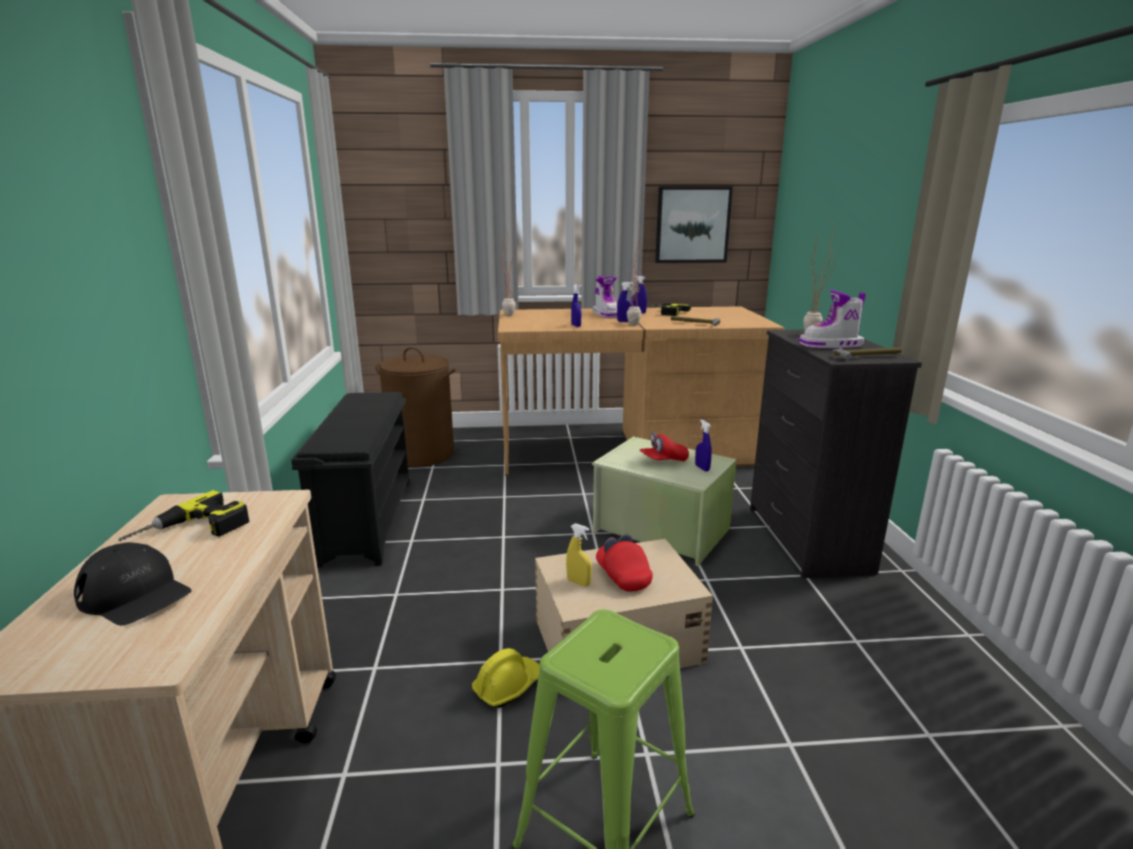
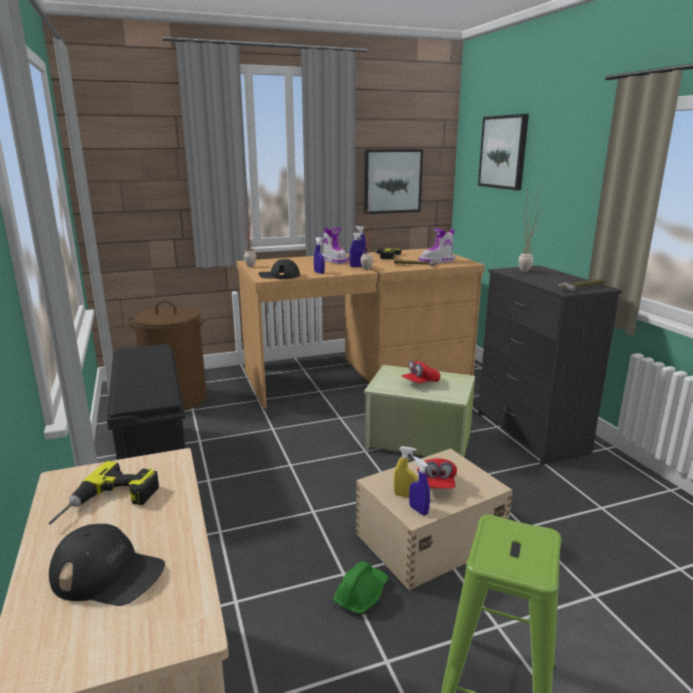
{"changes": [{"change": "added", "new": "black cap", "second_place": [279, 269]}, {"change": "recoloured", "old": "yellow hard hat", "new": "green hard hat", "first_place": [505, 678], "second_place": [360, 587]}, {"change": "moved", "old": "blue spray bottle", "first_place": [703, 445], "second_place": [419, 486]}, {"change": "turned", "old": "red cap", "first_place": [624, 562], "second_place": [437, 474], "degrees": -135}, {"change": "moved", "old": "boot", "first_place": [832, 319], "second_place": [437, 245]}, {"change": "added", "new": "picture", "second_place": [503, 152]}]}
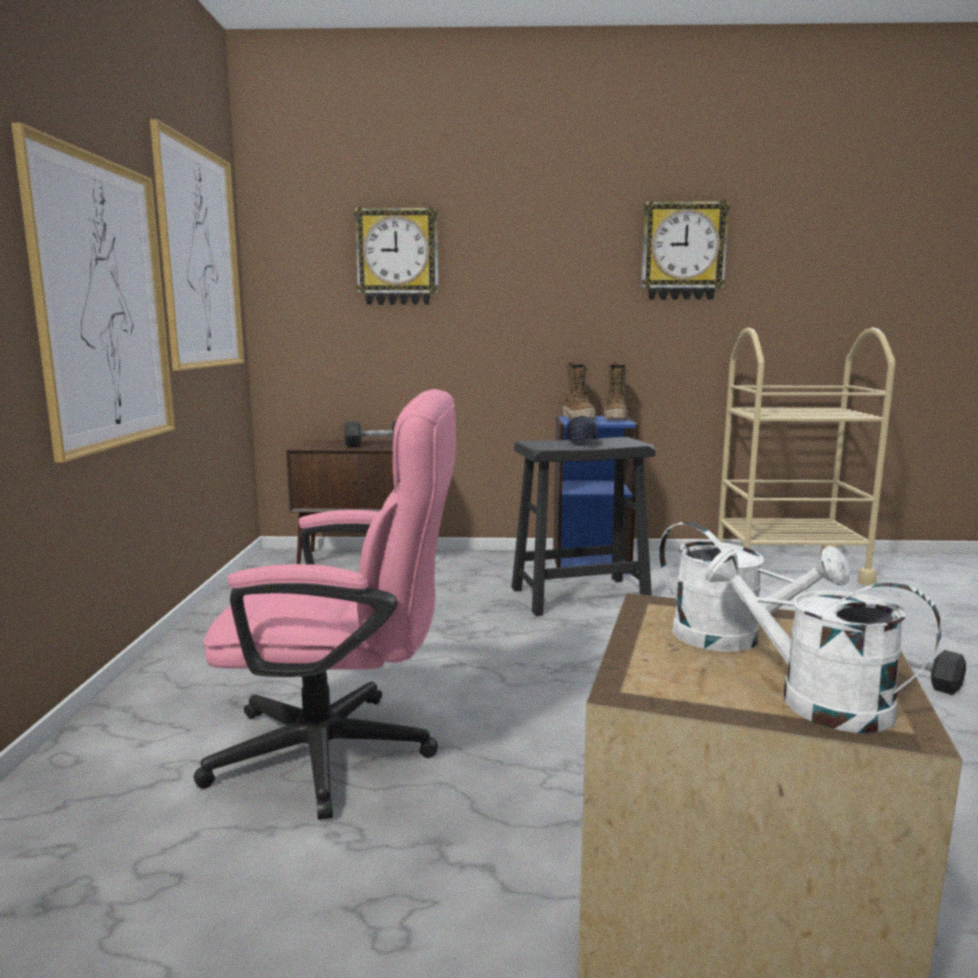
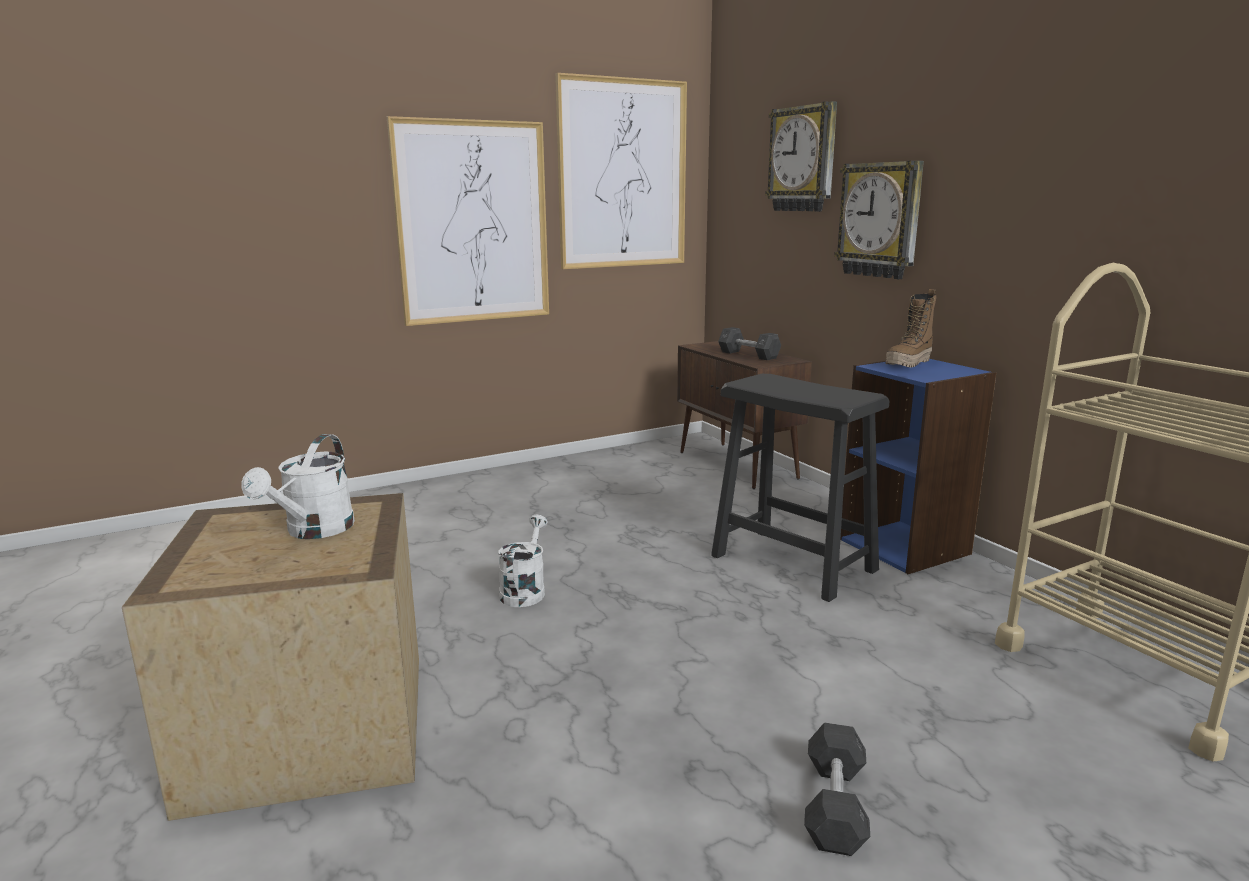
{"changes": [{"change": "moved", "old": "white watering can", "first_place": [823, 641], "second_place": [523, 561]}, {"change": "moved", "old": "wall clock", "first_place": [685, 250], "second_place": [879, 220]}, {"change": "removed", "old": "pink office chair", "first_place": [325, 604]}, {"change": "removed", "old": "black cap", "first_place": [585, 431]}, {"change": "removed", "old": "boot", "first_place": [616, 391]}]}
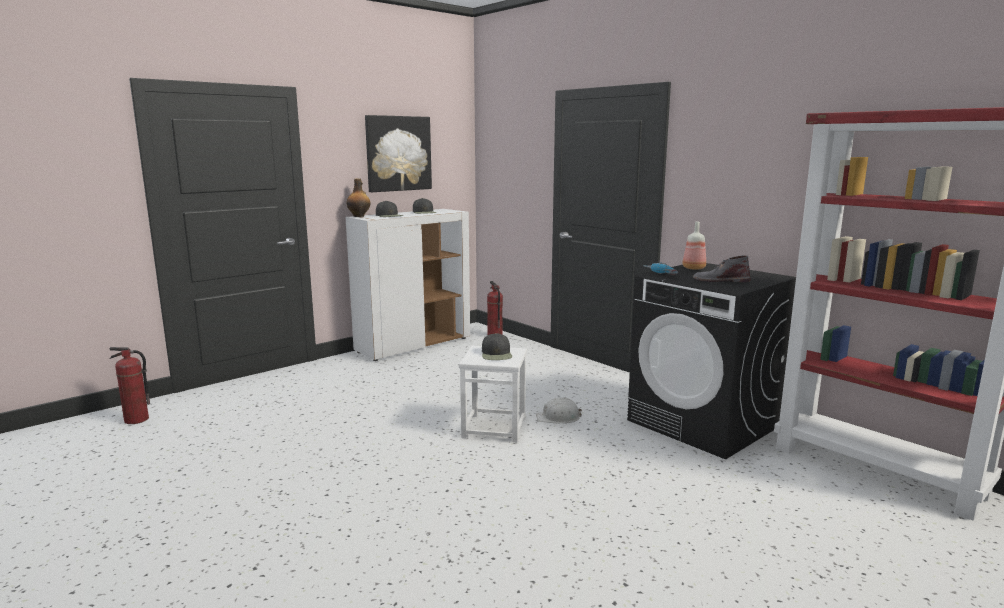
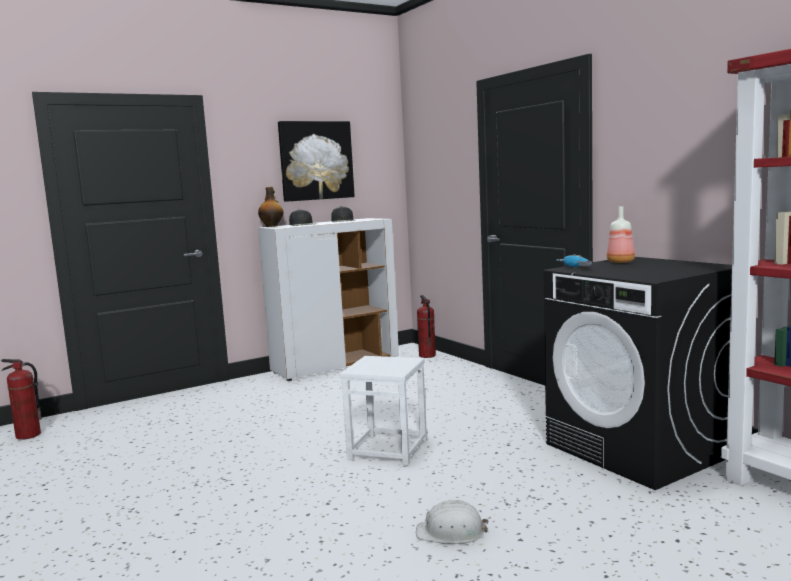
{"changes": [{"change": "moved", "old": "white hard hat", "first_place": [559, 410], "second_place": [452, 522]}, {"change": "removed", "old": "black cap", "first_place": [497, 346]}, {"change": "removed", "old": "grey boot", "first_place": [722, 268]}]}
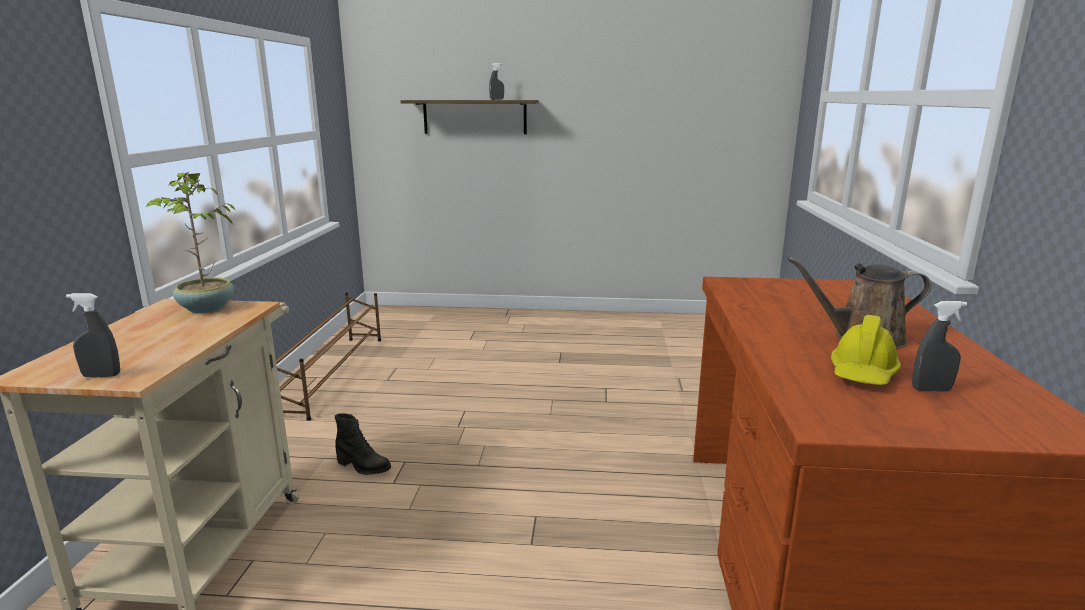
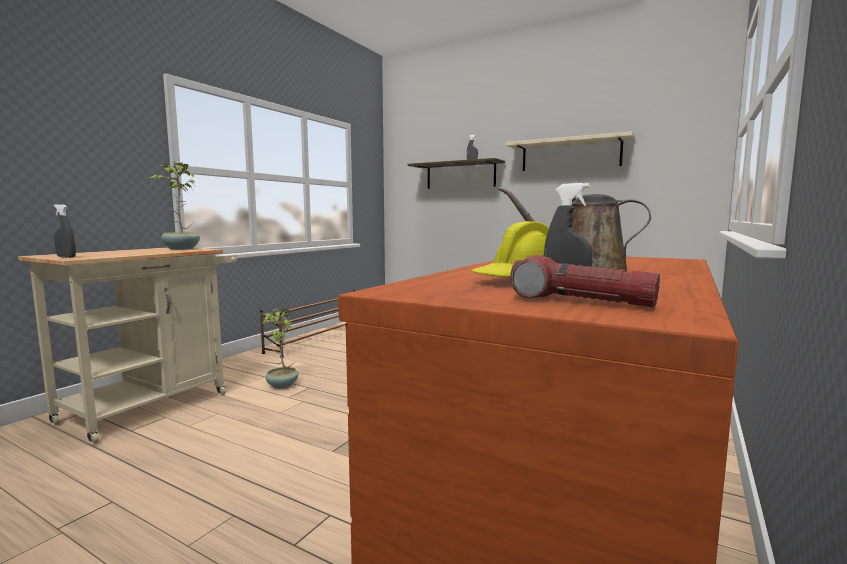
{"changes": [{"change": "replaced", "old": "black boot", "new": "potted plant", "first_place": [363, 444], "second_place": [280, 348]}, {"change": "added", "new": "beige shelf", "second_place": [570, 151]}, {"change": "added", "new": "flashlight", "second_place": [585, 281]}]}
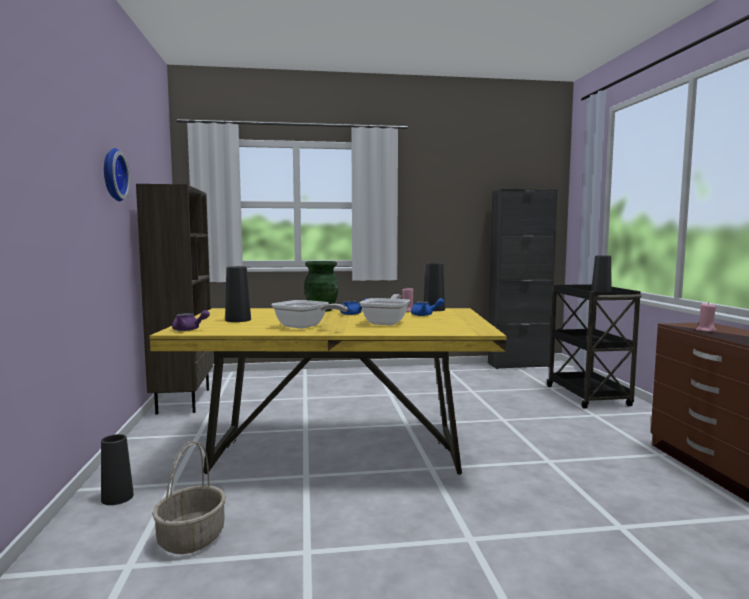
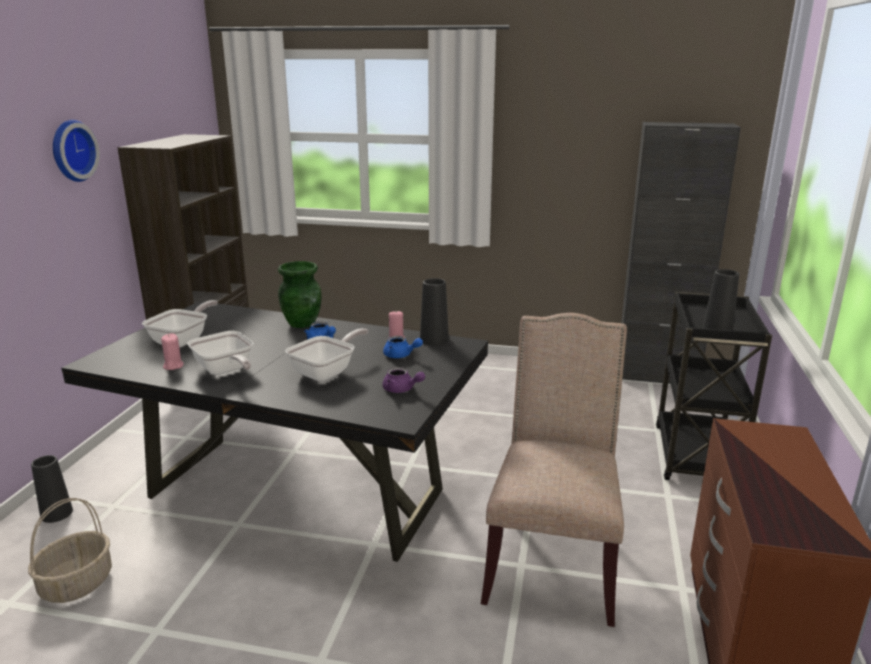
{"changes": [{"change": "recoloured", "old": "yellow dining table", "new": "black dining table", "first_place": [327, 391], "second_place": [274, 431]}, {"change": "replaced", "old": "black vase", "new": "frying pan", "first_place": [238, 294], "second_place": [180, 324]}, {"change": "moved", "old": "pink candle", "first_place": [706, 317], "second_place": [172, 352]}, {"change": "moved", "old": "purple teapot", "first_place": [191, 320], "second_place": [403, 380]}, {"change": "added", "new": "beige chair", "second_place": [554, 470]}]}
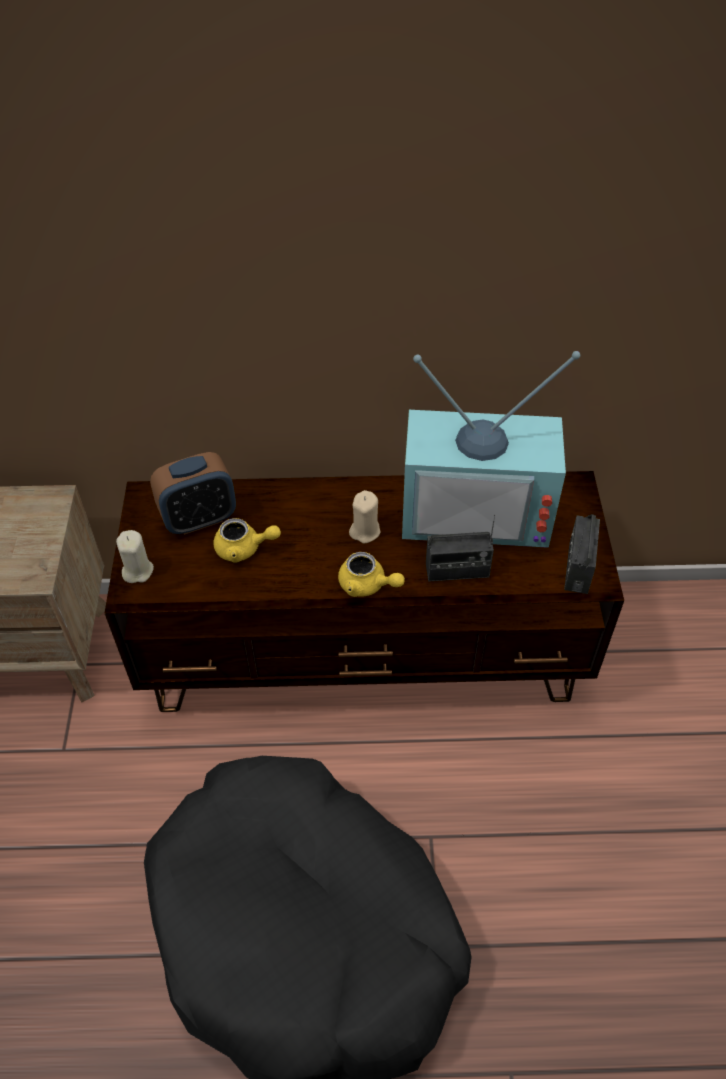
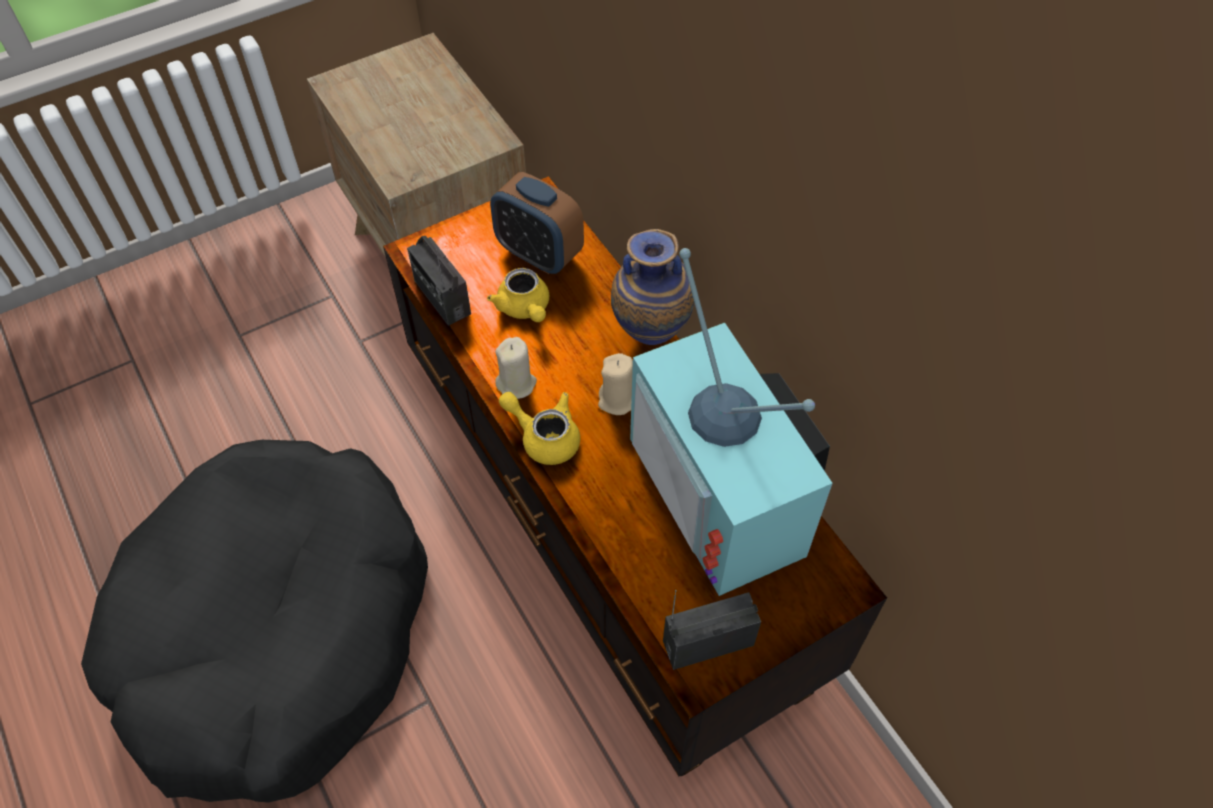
{"changes": [{"change": "moved", "old": "radio", "first_place": [460, 548], "second_place": [439, 281]}, {"change": "moved", "old": "beige candle", "first_place": [135, 556], "second_place": [516, 368]}, {"change": "turned", "old": "yellow teapot", "first_place": [371, 574], "second_place": [539, 428], "degrees": 120}, {"change": "added", "new": "vase", "second_place": [652, 287]}]}
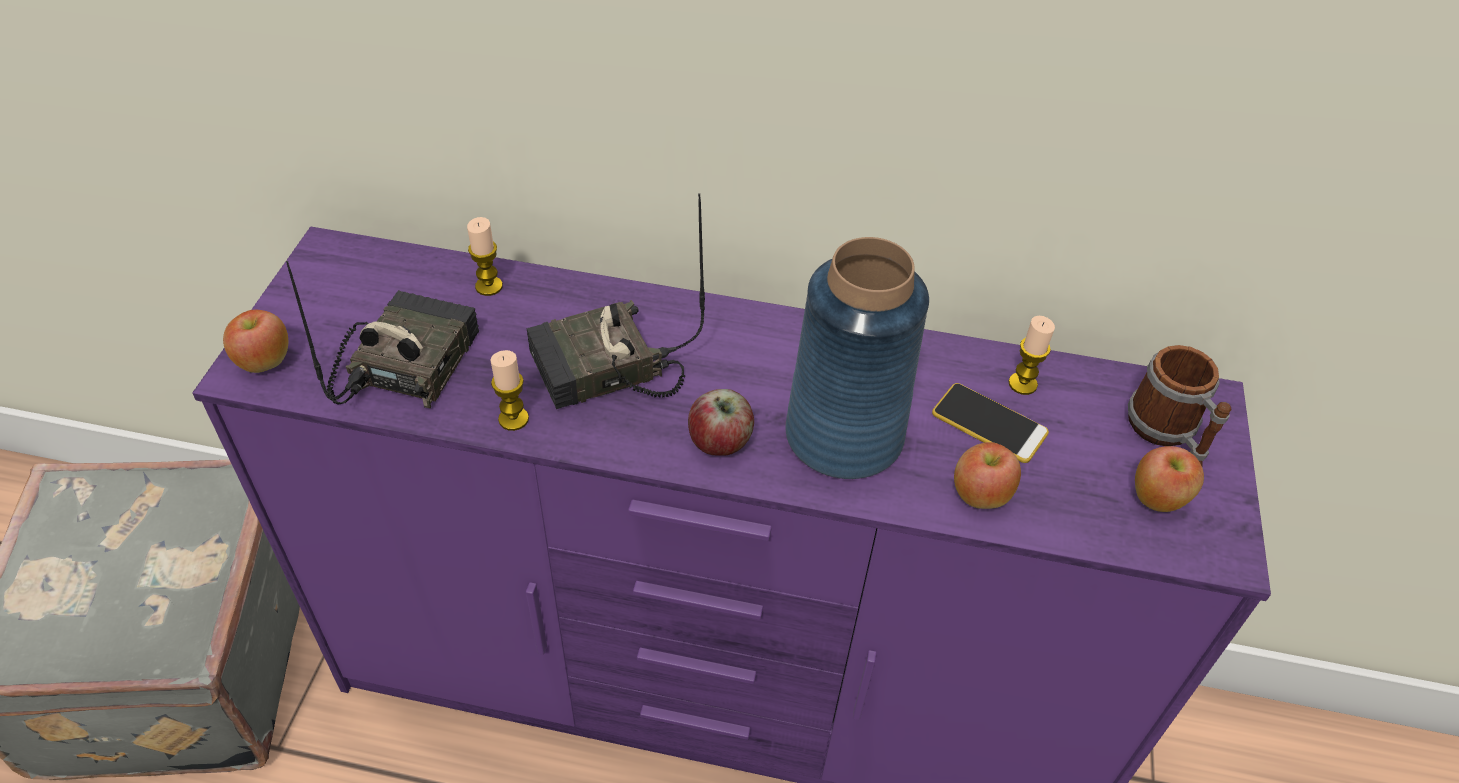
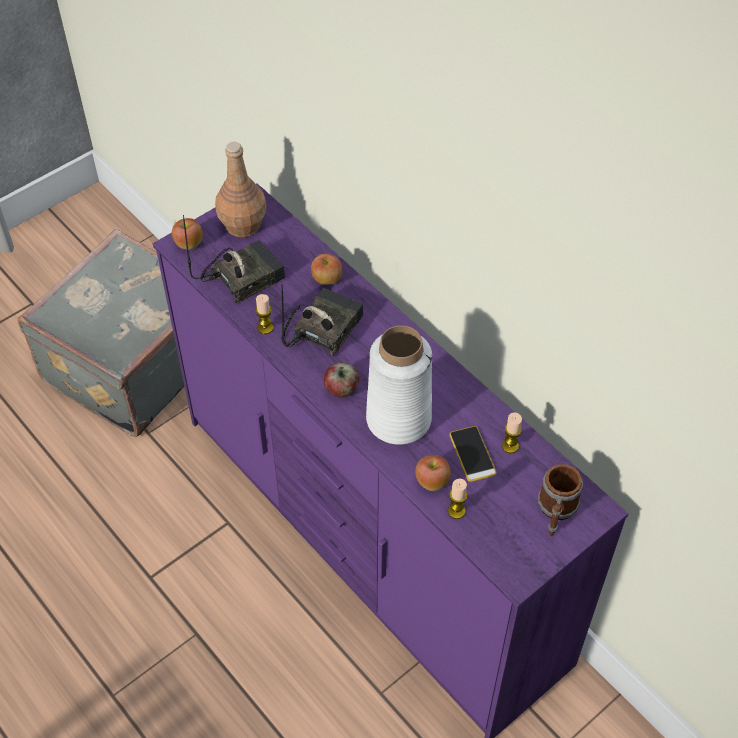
{"changes": [{"change": "added", "new": "brown bottle", "second_place": [240, 189]}, {"change": "turned", "old": "radio", "first_place": [616, 301], "second_place": [322, 320], "degrees": 105}, {"change": "moved", "old": "apple", "first_place": [1169, 479], "second_place": [326, 269]}, {"change": "recoloured", "old": "blue vase", "new": "white vase", "first_place": [857, 358], "second_place": [399, 385]}, {"change": "moved", "old": "candle", "first_place": [485, 256], "second_place": [458, 499]}]}
